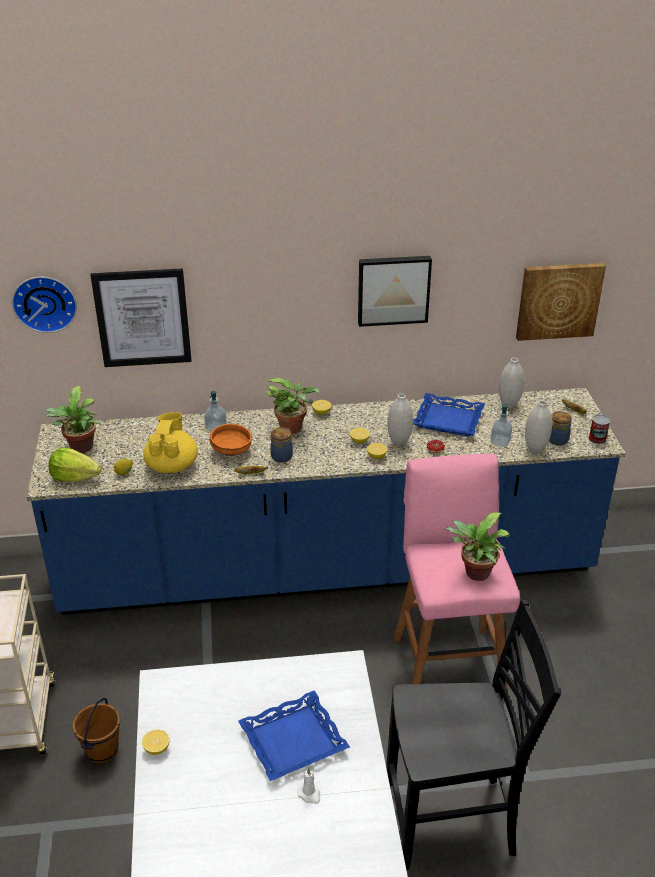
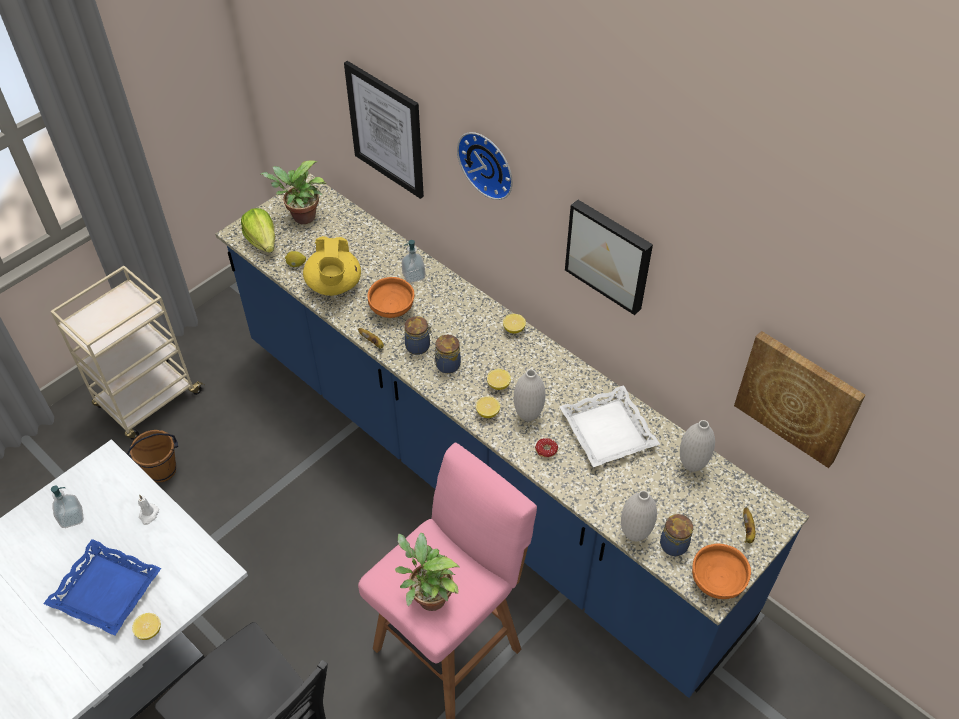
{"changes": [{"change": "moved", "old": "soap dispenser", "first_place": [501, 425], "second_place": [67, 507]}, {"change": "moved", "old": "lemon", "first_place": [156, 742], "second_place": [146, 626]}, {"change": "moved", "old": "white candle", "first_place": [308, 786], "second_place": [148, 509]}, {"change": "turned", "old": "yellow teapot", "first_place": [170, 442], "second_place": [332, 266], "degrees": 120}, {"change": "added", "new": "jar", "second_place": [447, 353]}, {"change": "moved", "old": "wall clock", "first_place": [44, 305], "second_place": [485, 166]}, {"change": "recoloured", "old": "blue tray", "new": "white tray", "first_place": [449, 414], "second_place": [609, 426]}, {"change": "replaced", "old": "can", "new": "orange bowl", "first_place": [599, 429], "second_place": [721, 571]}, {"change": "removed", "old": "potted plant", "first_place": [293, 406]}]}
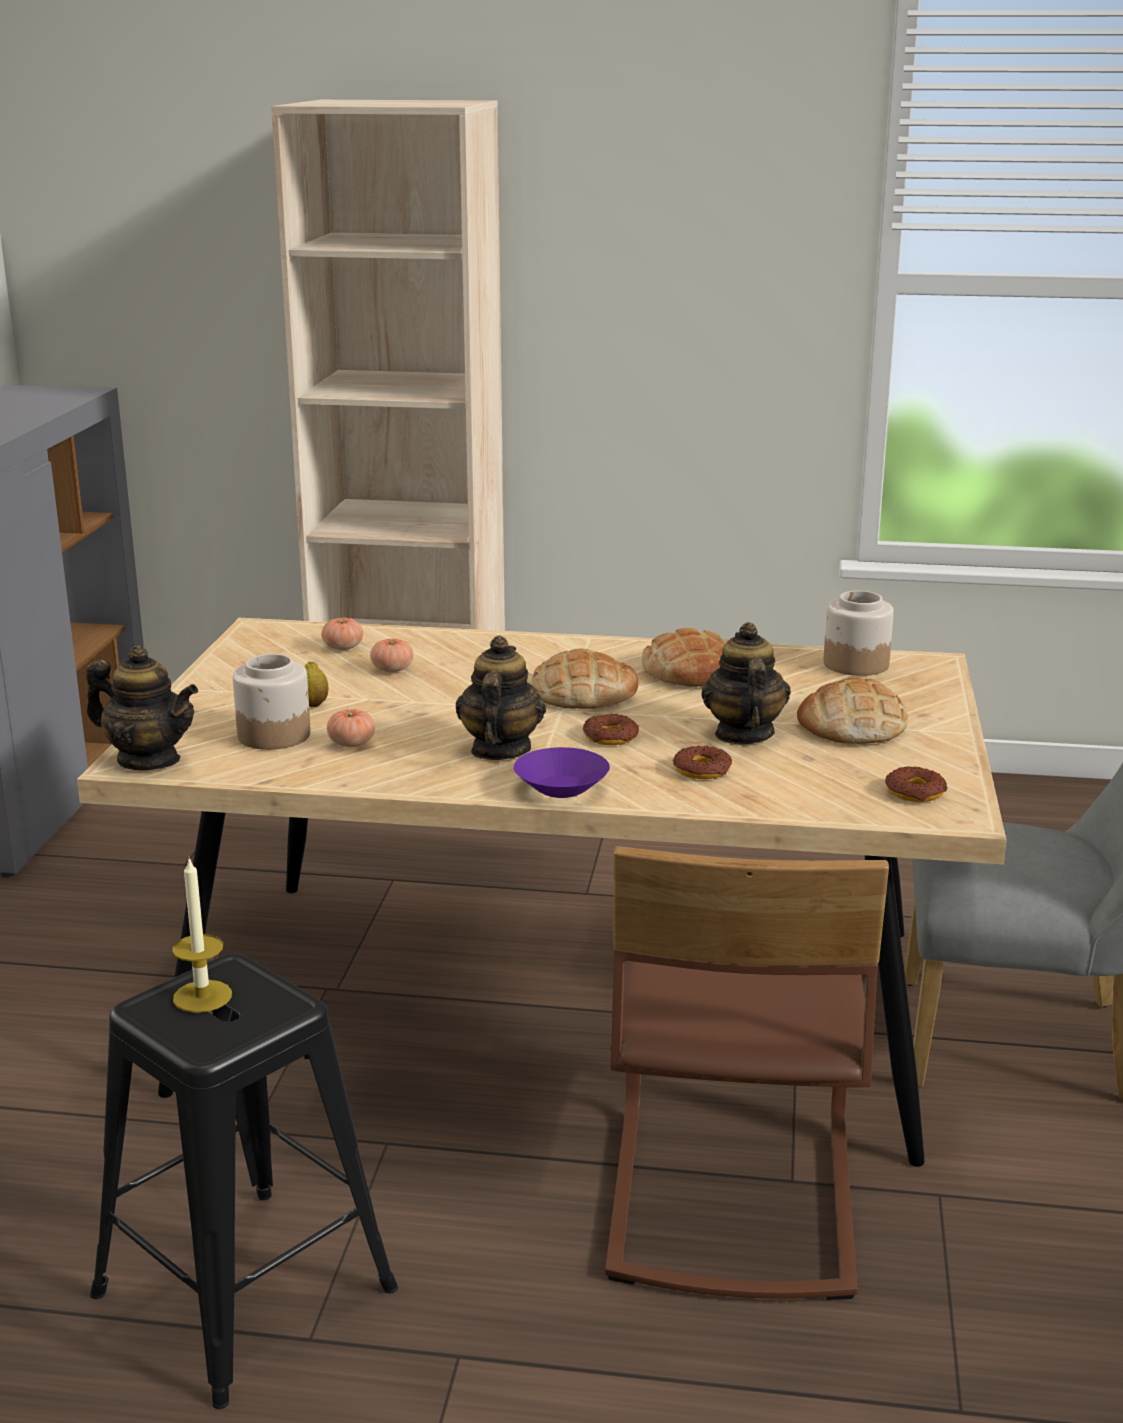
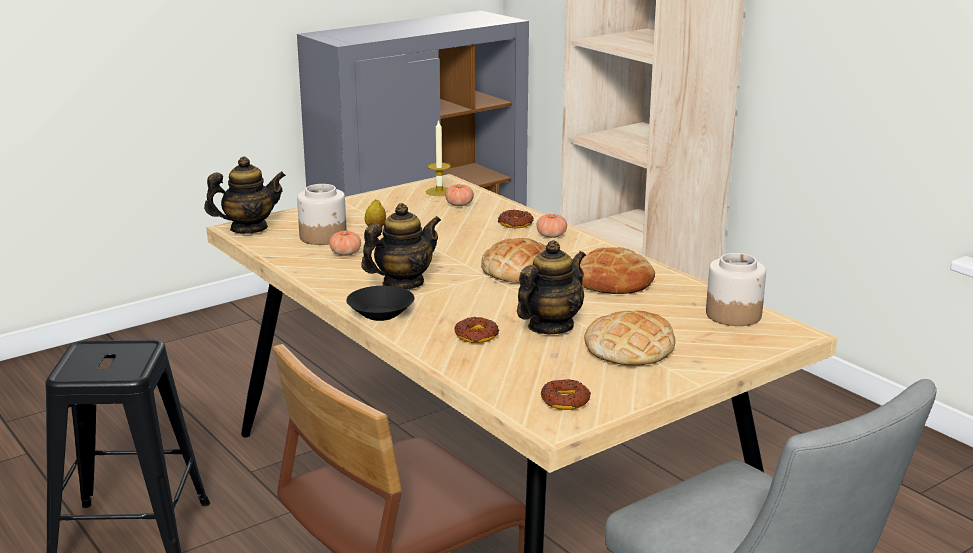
{"changes": [{"change": "turned", "old": "teapot", "first_place": [142, 707], "second_place": [245, 195], "degrees": -90}, {"change": "recoloured", "old": "purple bowl", "new": "black bowl", "first_place": [562, 772], "second_place": [380, 303]}, {"change": "moved", "old": "candle", "first_place": [202, 935], "second_place": [438, 157]}, {"change": "moved", "old": "donut", "first_place": [611, 729], "second_place": [516, 219]}, {"change": "moved", "old": "tomato", "first_place": [391, 655], "second_place": [551, 226]}]}
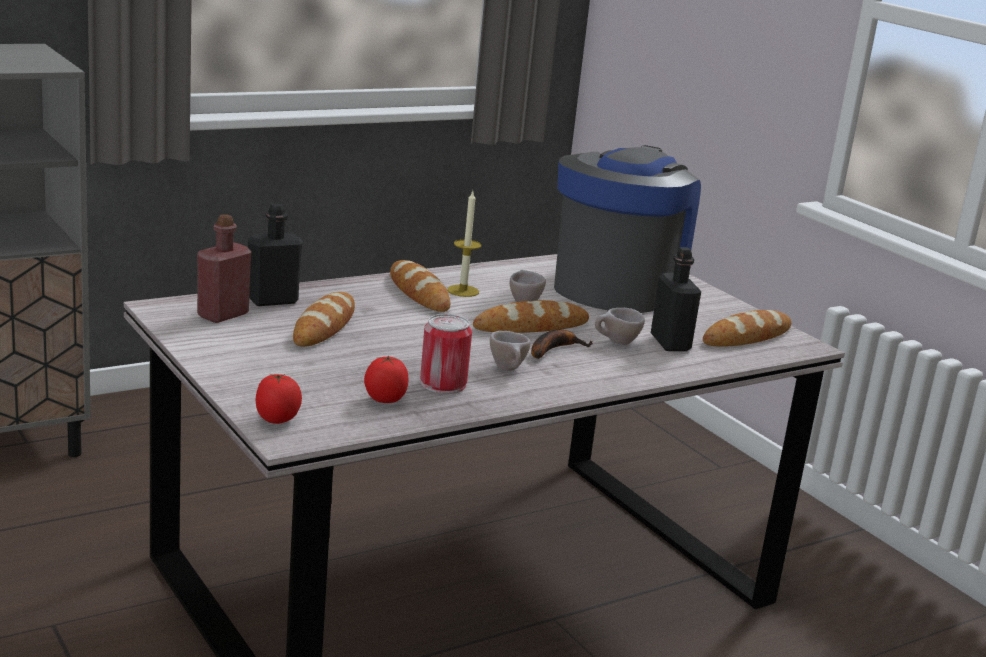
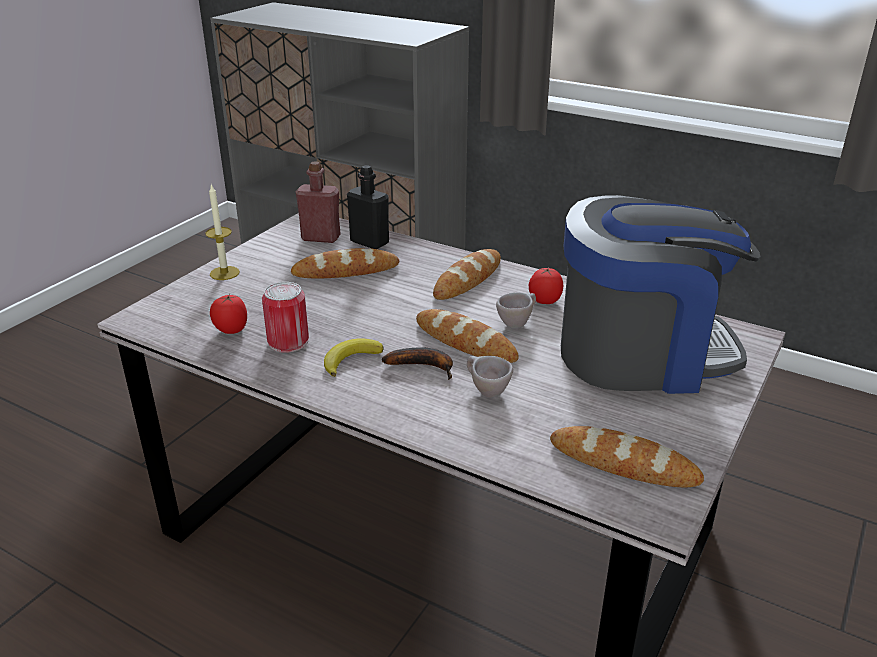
{"changes": [{"change": "moved", "old": "candle", "first_place": [464, 244], "second_place": [222, 232]}, {"change": "replaced", "old": "beige cup", "new": "banana", "first_place": [510, 351], "second_place": [354, 357]}, {"change": "moved", "old": "tomato", "first_place": [279, 399], "second_place": [546, 285]}, {"change": "removed", "old": "black bottle", "first_place": [676, 299]}]}
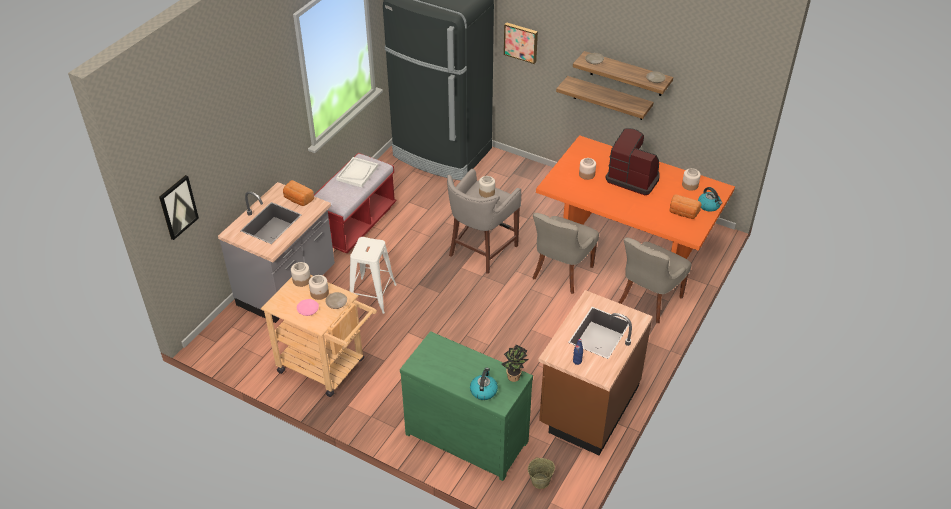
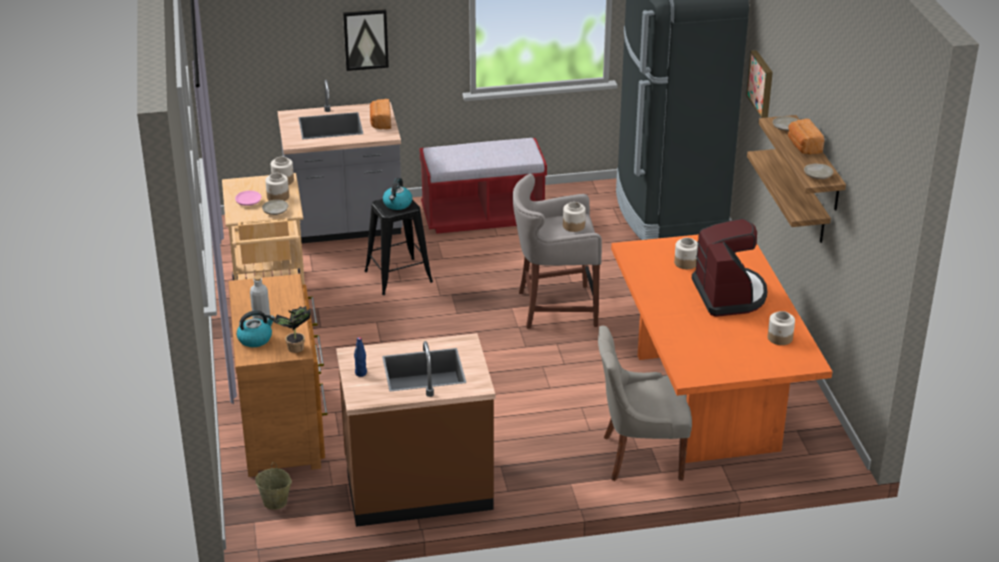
{"changes": [{"change": "recoloured", "old": "green dresser", "new": "brown dresser", "first_place": [466, 406], "second_place": [278, 375]}, {"change": "added", "new": "grey bottle", "second_place": [260, 297]}, {"change": "moved", "old": "picture", "first_place": [179, 207], "second_place": [366, 40]}, {"change": "recoloured", "old": "white stool", "new": "black stool", "first_place": [373, 275], "second_place": [398, 247]}, {"change": "moved", "old": "kettle", "first_place": [710, 199], "second_place": [397, 194]}, {"change": "moved", "old": "bread", "first_place": [685, 206], "second_place": [806, 136]}, {"change": "removed", "old": "white tray", "first_place": [357, 172]}, {"change": "removed", "old": "grey chair", "first_place": [565, 253]}]}
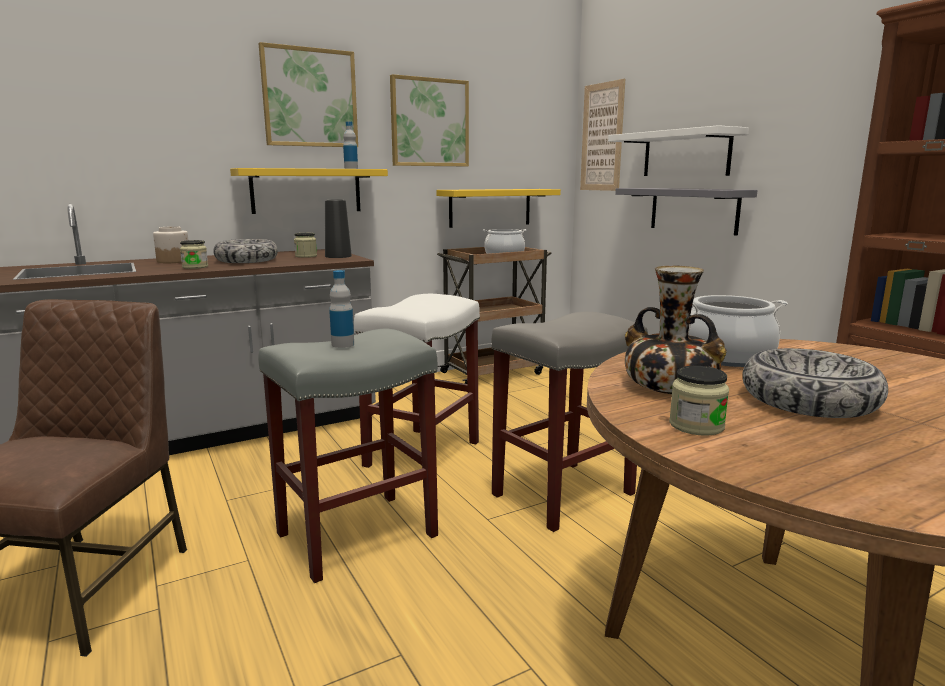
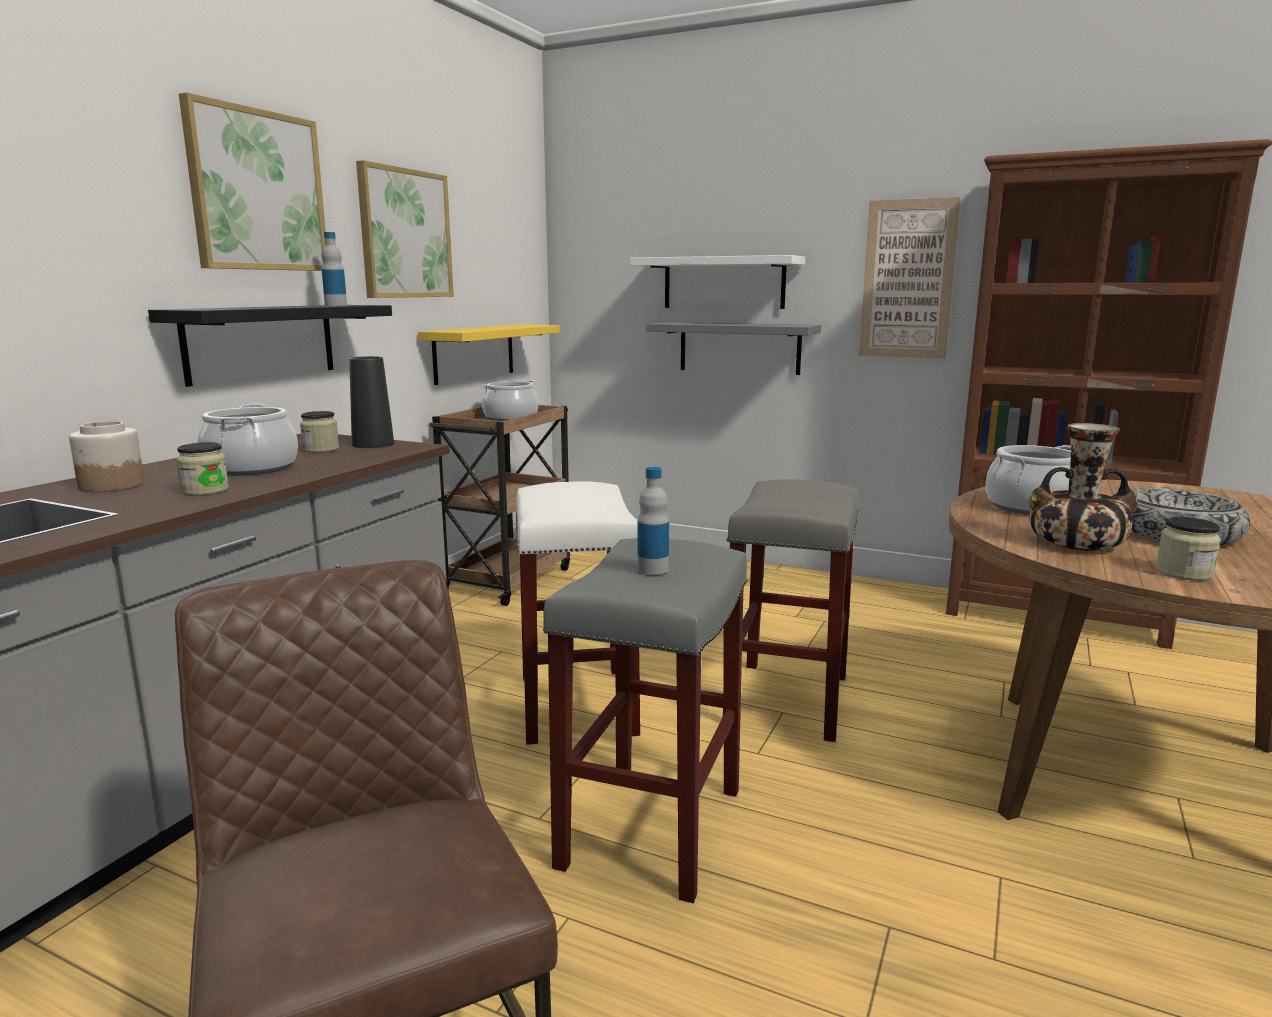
{"changes": [{"change": "recoloured", "old": "yellow shelf", "new": "black shelf", "first_place": [309, 191], "second_place": [270, 346]}, {"change": "replaced", "old": "bowl", "new": "cooking pot", "first_place": [245, 251], "second_place": [248, 440]}, {"change": "moved", "old": "picture", "first_place": [602, 135], "second_place": [910, 278]}]}
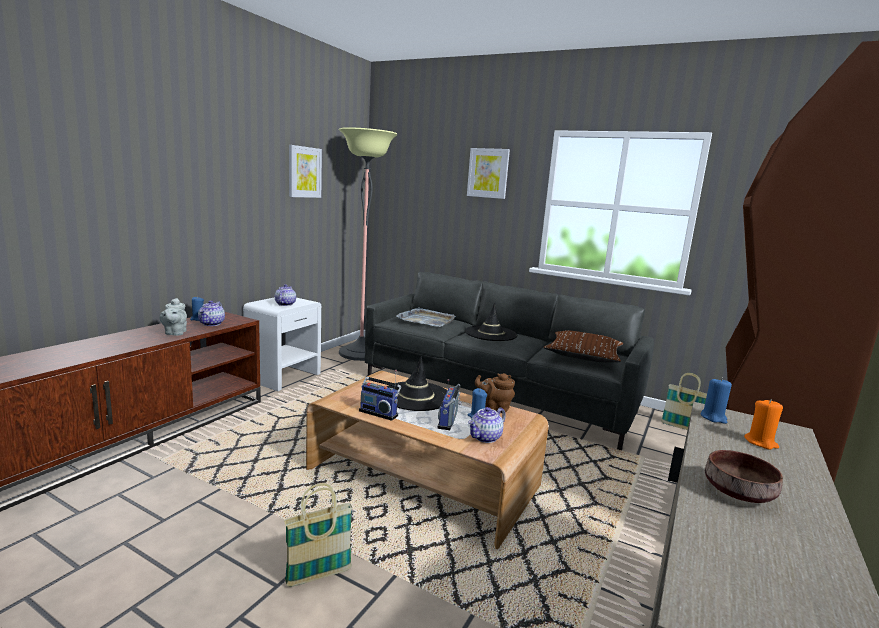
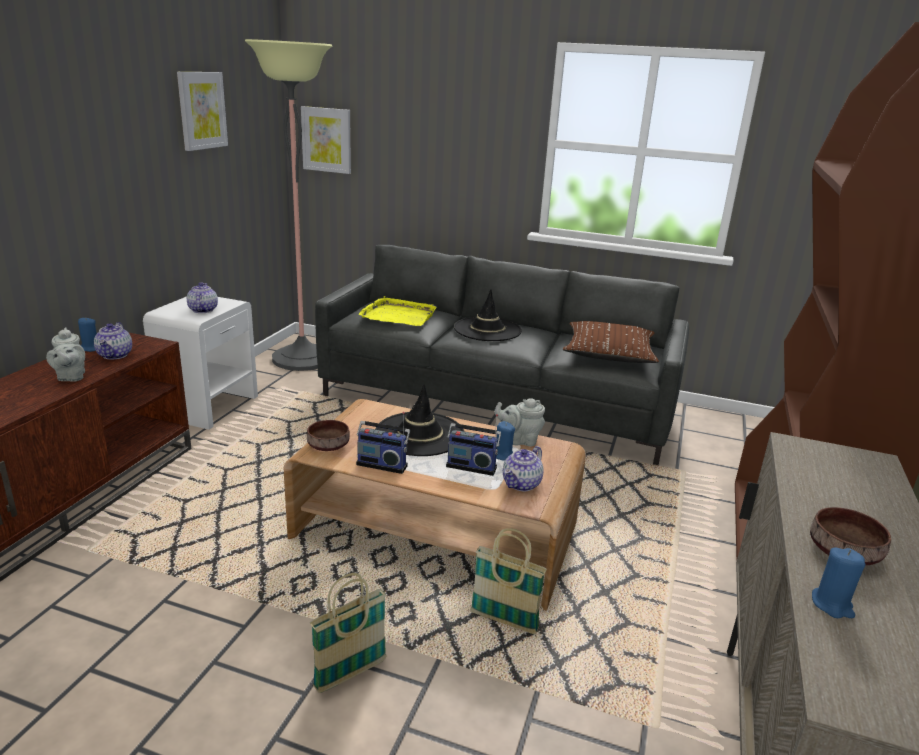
{"changes": [{"change": "moved", "old": "picture", "first_place": [488, 173], "second_place": [326, 140]}, {"change": "added", "new": "brown bowl", "second_place": [328, 435]}, {"change": "recoloured", "old": "grey tray", "new": "yellow tray", "first_place": [426, 317], "second_place": [398, 311]}, {"change": "turned", "old": "radio", "first_place": [450, 404], "second_place": [473, 445], "degrees": -75}, {"change": "moved", "old": "basket", "first_place": [684, 401], "second_place": [508, 581]}, {"change": "recoloured", "old": "brown teapot", "new": "grey teapot", "first_place": [495, 393], "second_place": [519, 422]}, {"change": "moved", "old": "blue candle", "first_place": [716, 401], "second_place": [838, 582]}, {"change": "removed", "old": "orange candle", "first_place": [763, 424]}]}
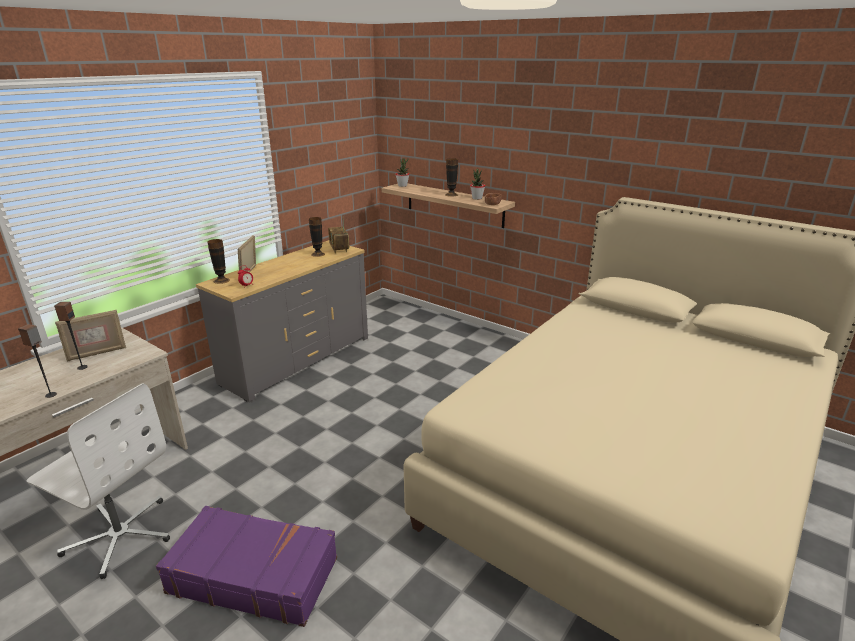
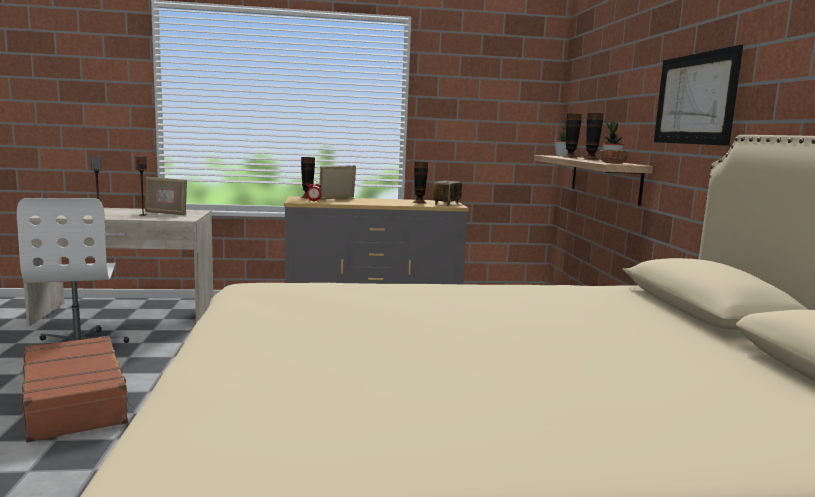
{"changes": [{"change": "recoloured", "old": "purple suitcase", "new": "brown suitcase", "first_place": [246, 566], "second_place": [77, 389]}, {"change": "added", "new": "vase", "second_place": [572, 136]}, {"change": "added", "new": "picture", "second_place": [698, 95]}]}
